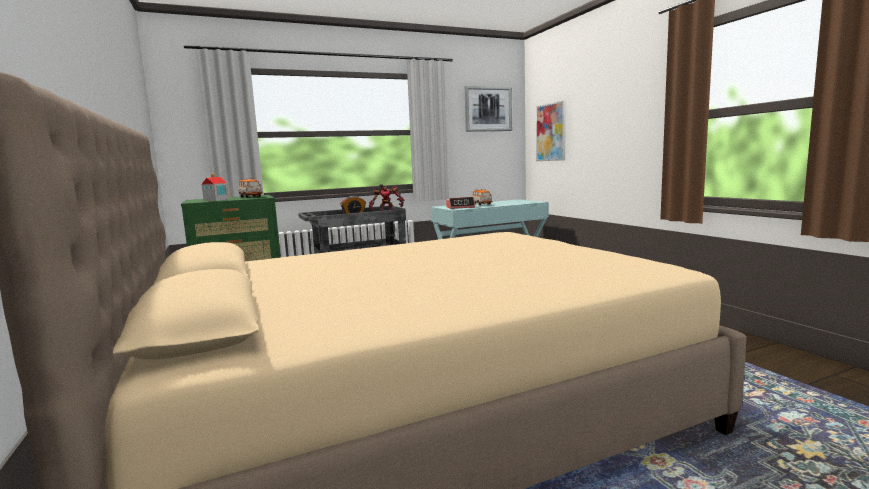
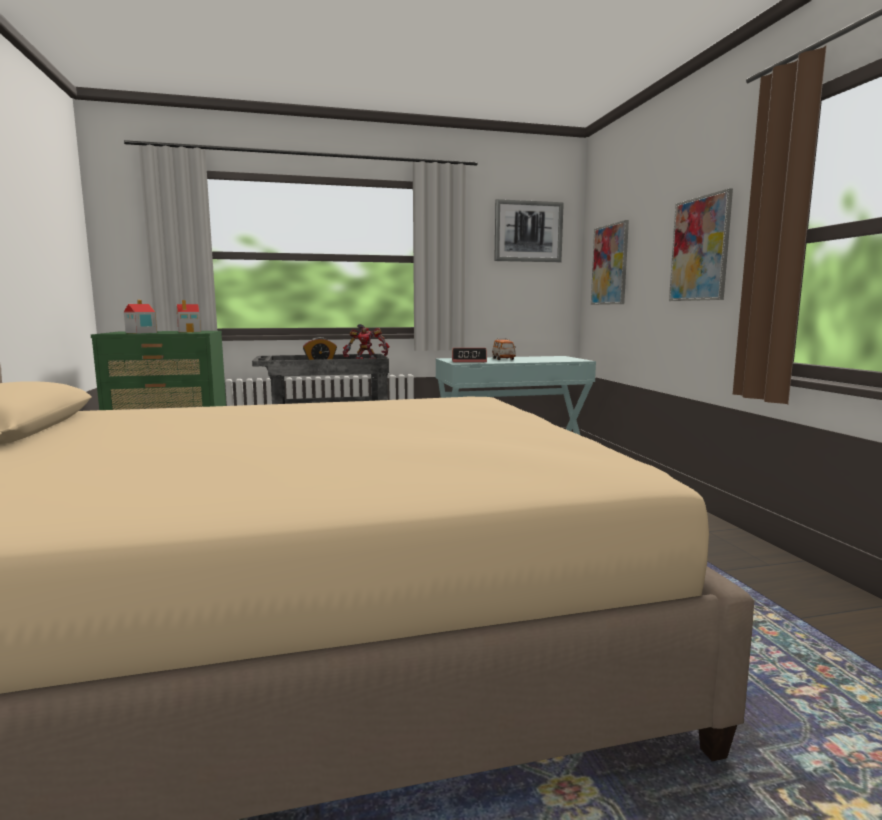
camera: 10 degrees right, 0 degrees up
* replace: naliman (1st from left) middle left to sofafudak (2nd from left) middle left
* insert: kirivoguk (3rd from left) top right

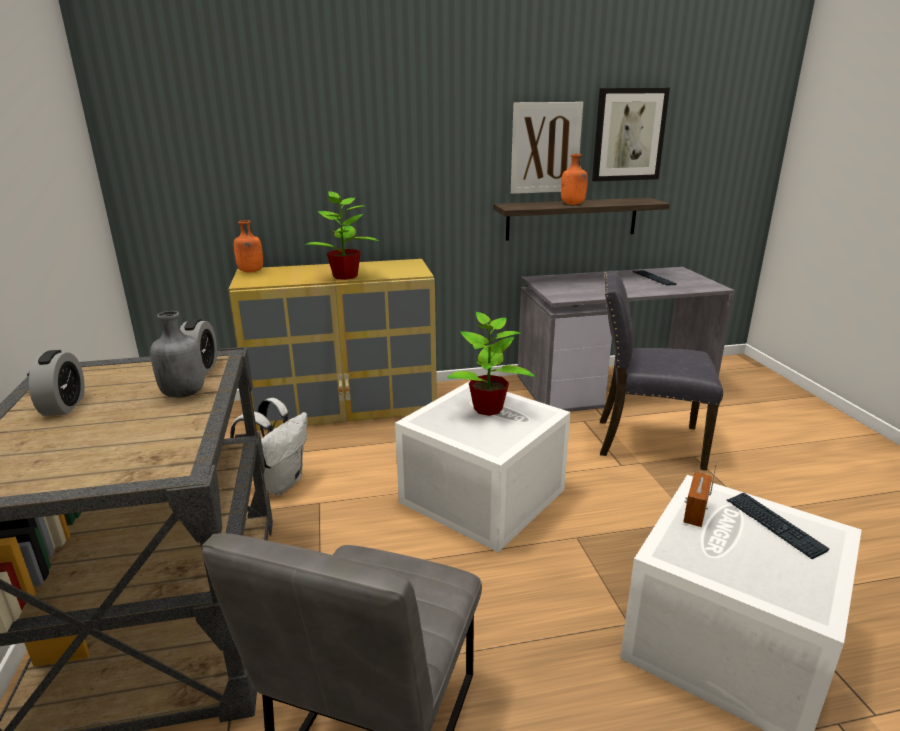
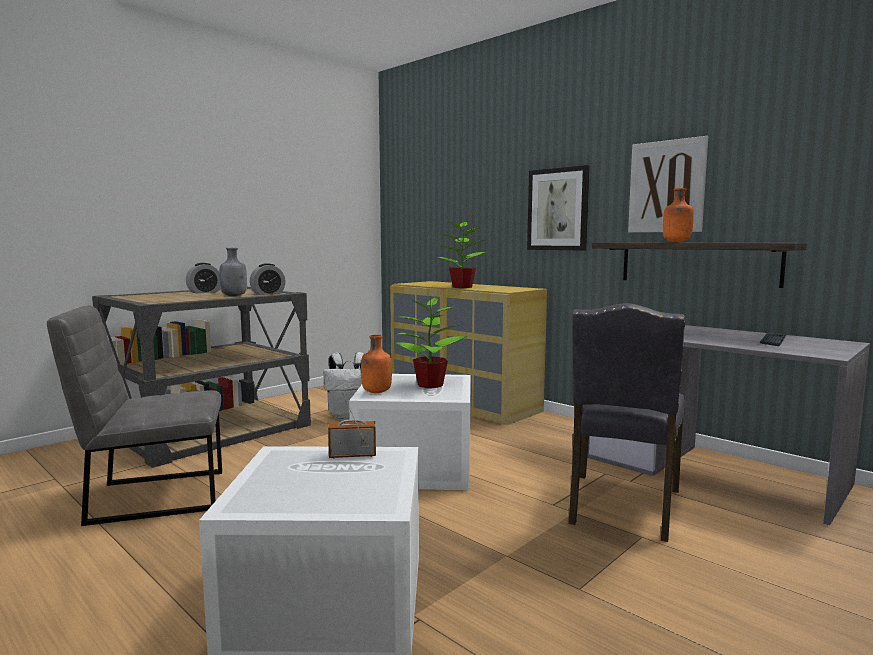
camera: 55 degrees right, 15 degrees down
* move: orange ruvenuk (1st from left) middle left to centre
* move: kirivoguk (2nd from left in the first image) top right to kirivoguk (1st from left) top centre
* rotate: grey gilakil (2nd from left) middle right = middle right 135 degrees counterclockwise
* delete: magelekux (2nd from left) bottom right

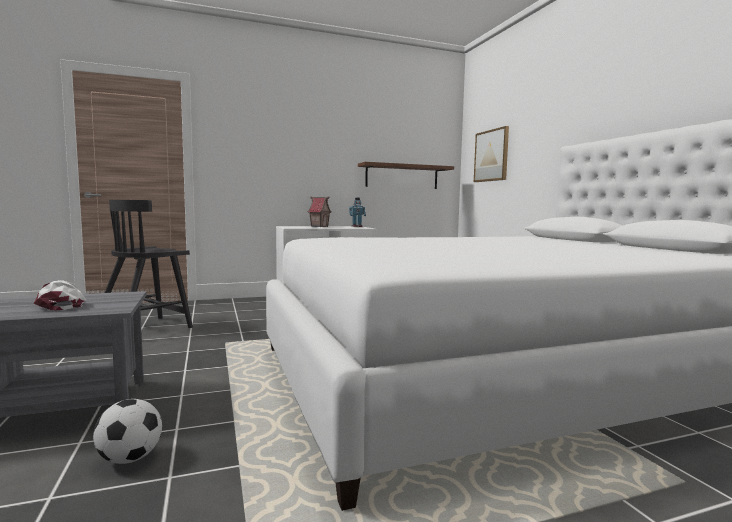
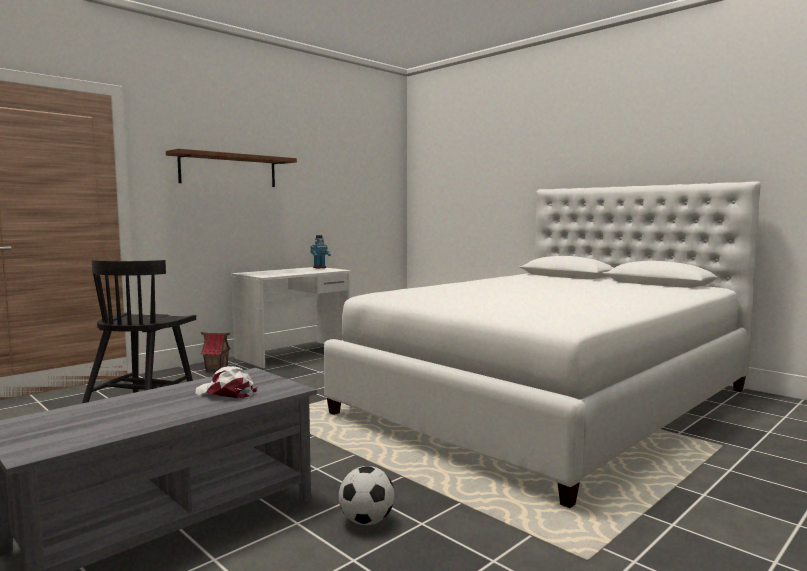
camera: 25 degrees left, 0 degrees up
* move: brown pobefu centre to top left
* move: sofafudak centre to middle left
* delete: kirivoguk top right

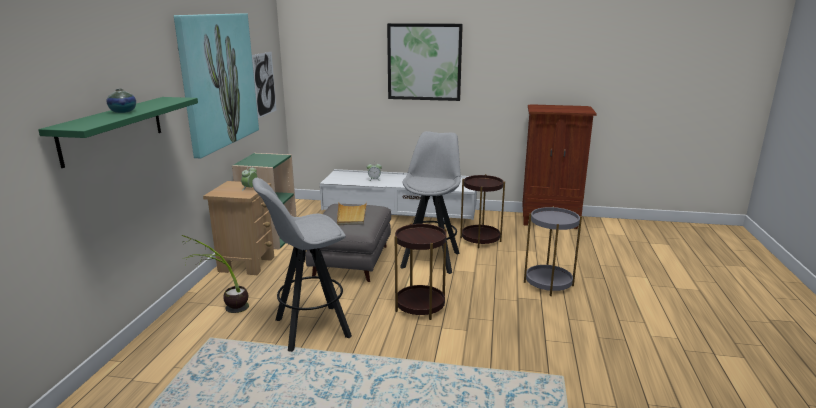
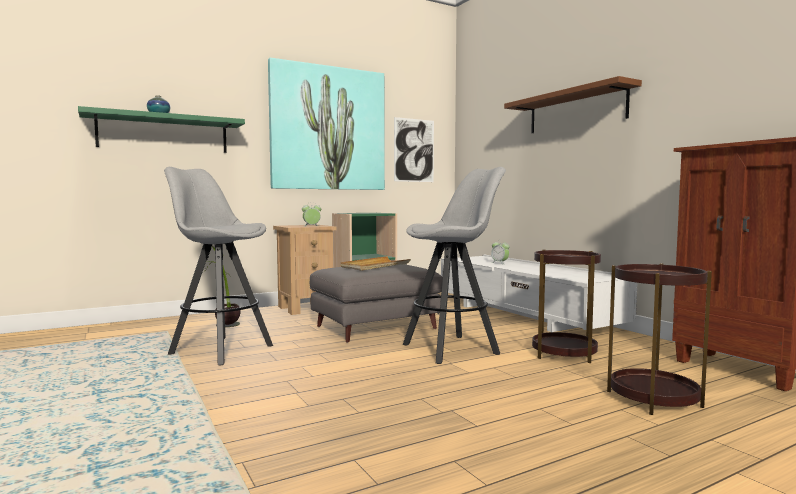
camera: 50 degrees right, 15 degrees down
* replace: kirivoguk (3rd from left) top centre to brown pobefu top right
* move: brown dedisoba (1st from left in the first image) centre to brown dedisoba (2nd from left) bottom right
* delete: grey dedisoba middle right

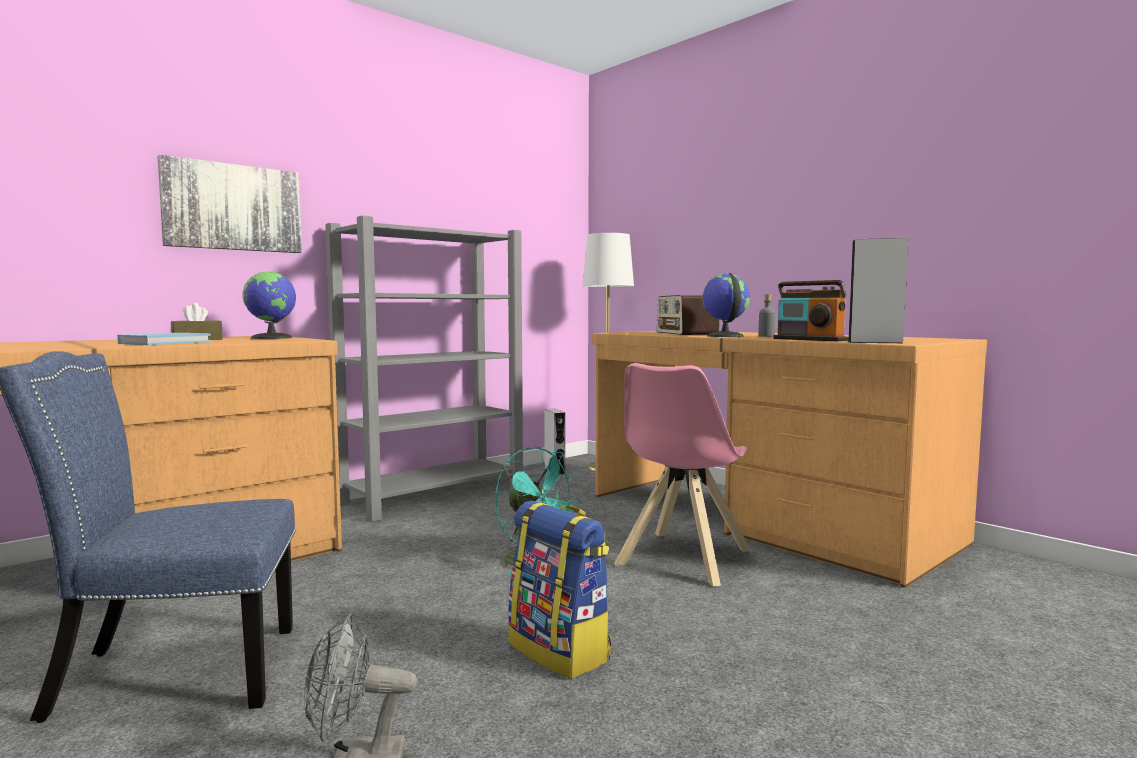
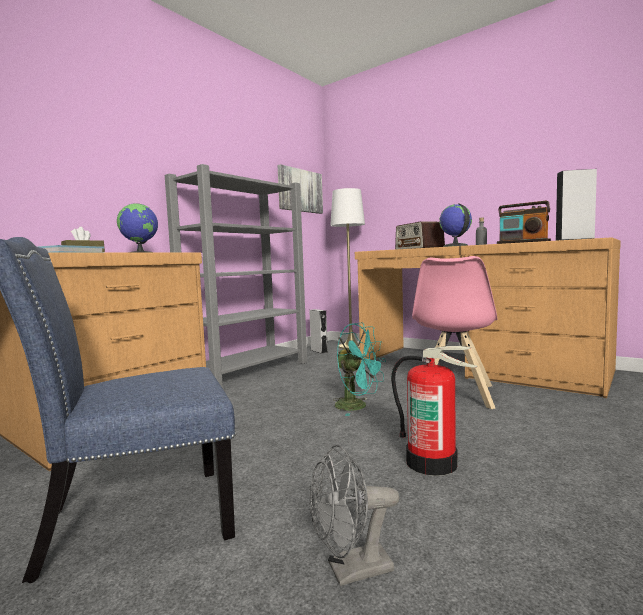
camera: 10 degrees left, 0 degrees up
* move: kirivoguk top left to top centre
* replace: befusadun bottom centre to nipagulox bottom right

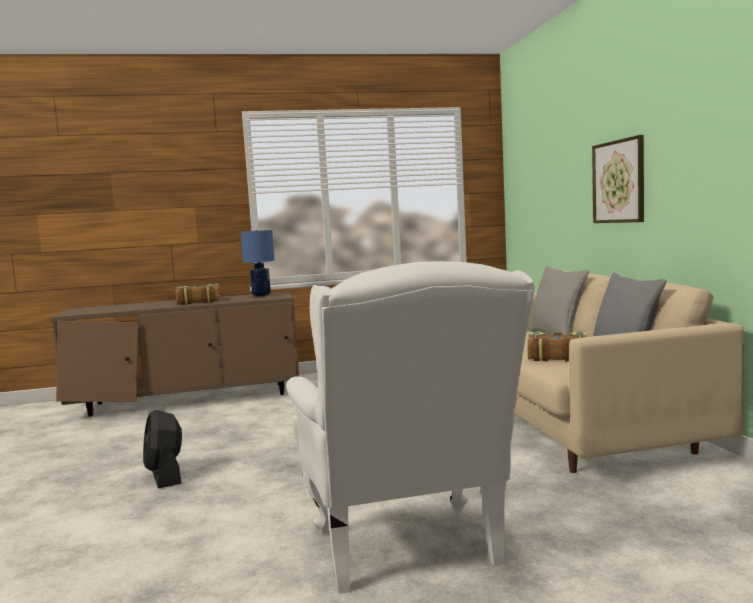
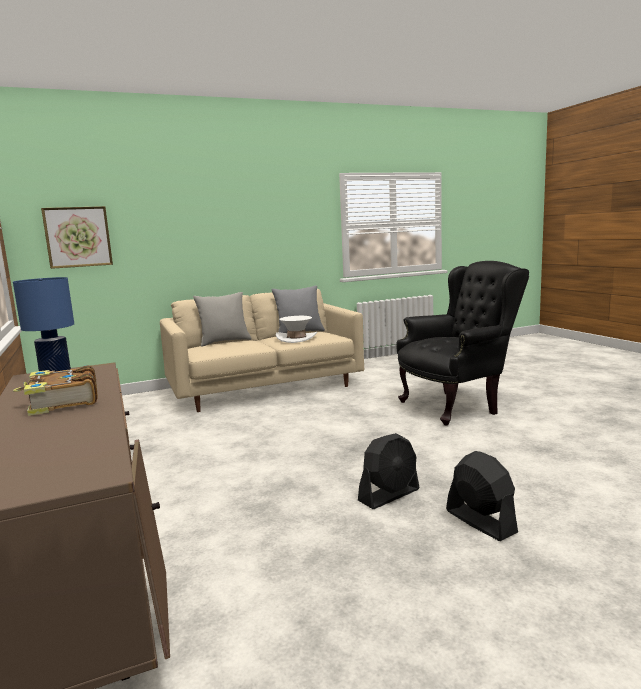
camera: 100 degrees left, 5 degrees up
* move: kirivoguk top right to middle left
* replace: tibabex (2nd from left) middle right to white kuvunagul centre
* recolor: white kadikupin bottom centre to black kadikupin middle right
* insert: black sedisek (2nd from left) bottom right

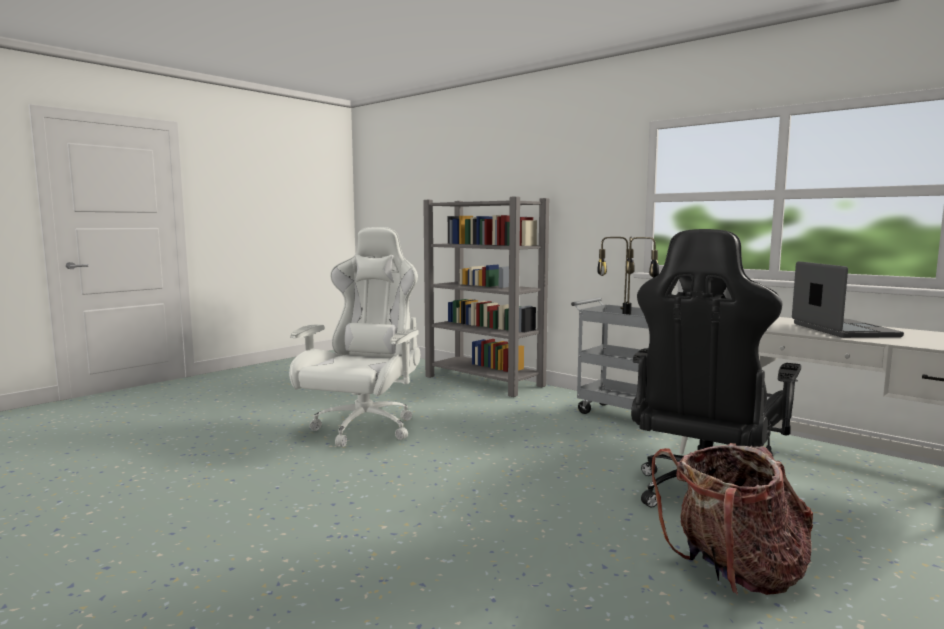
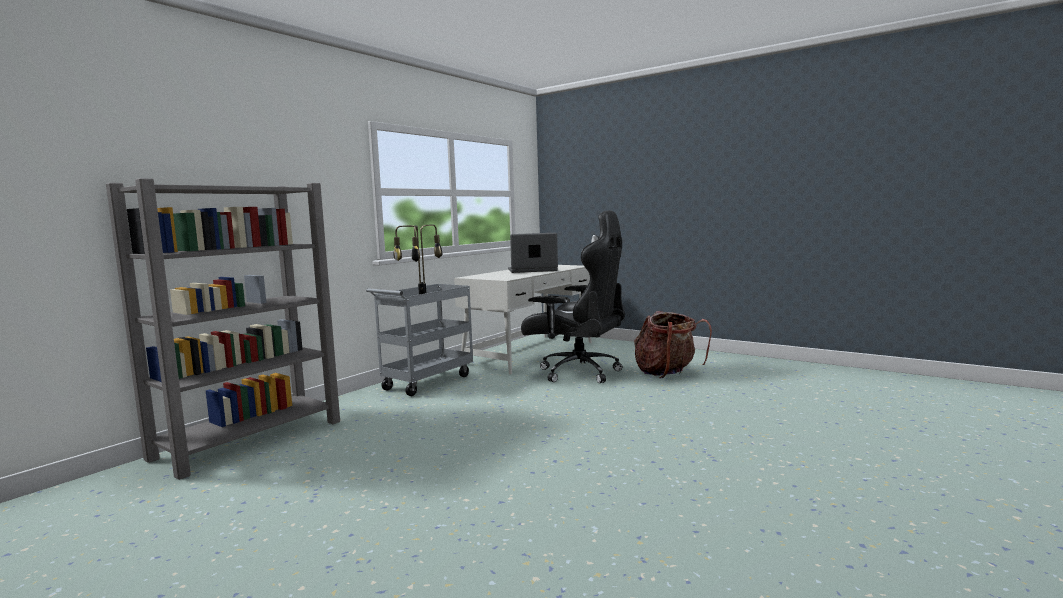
camera: 95 degrees left, 0 degrees up
* delete: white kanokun centre

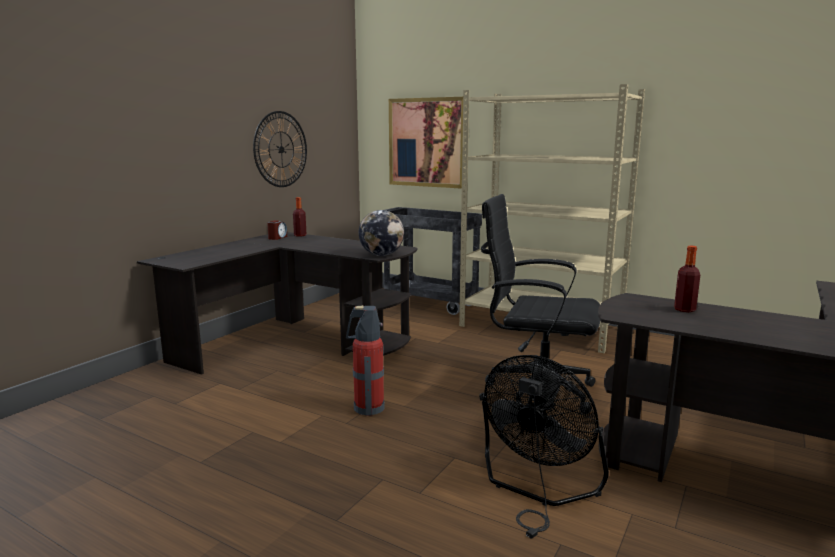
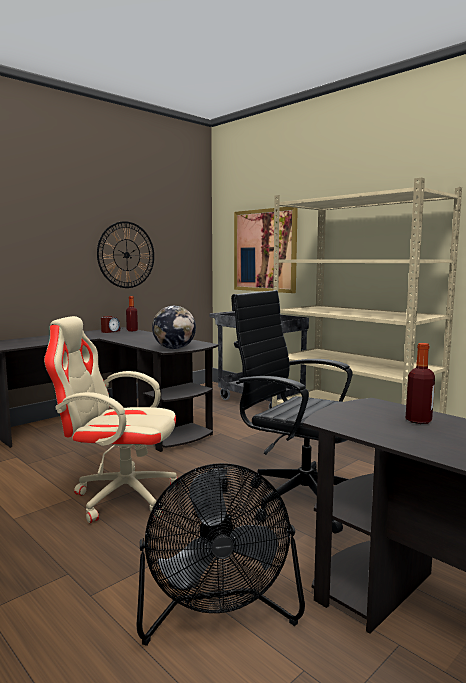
camera: 15 degrees right, 5 degrees down
* replace: nipagulox centre to beige kanokun middle left
* rotate: black sedisek bottom centre = bottom centre 120 degrees clockwise

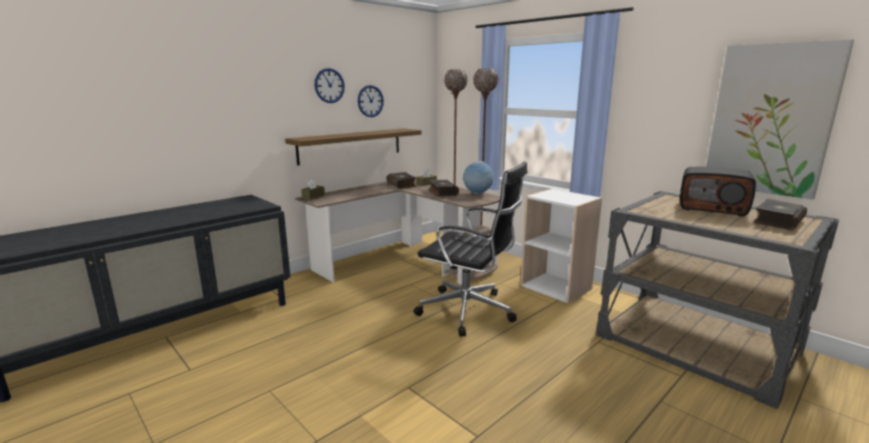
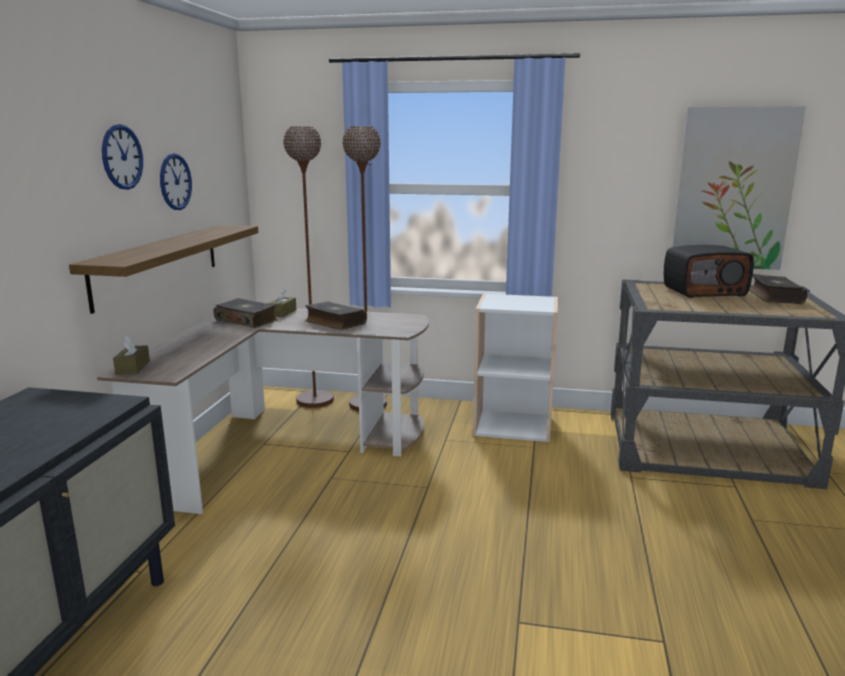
camera: 35 degrees left, 0 degrees up
* delete: black kanokun centre
* delete: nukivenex centre

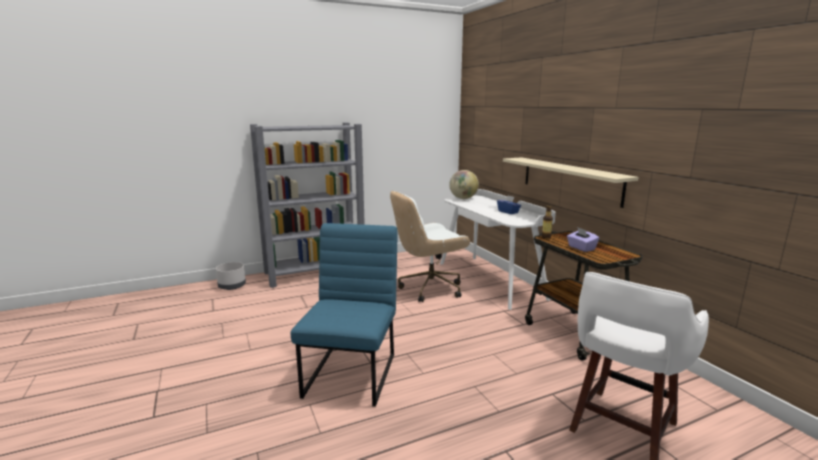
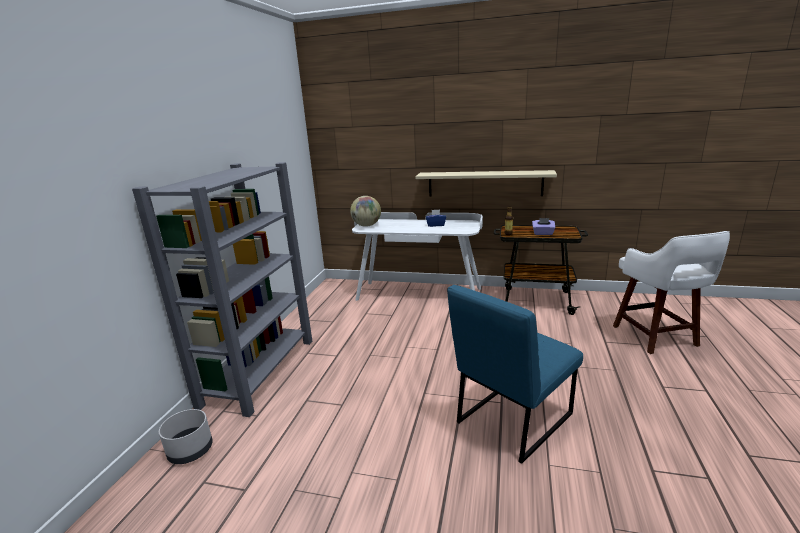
camera: 50 degrees left, 5 degrees up
* rotate: blue gilakil bottom centre = bottom centre 90 degrees counterclockwise
* delete: white kanokun centre

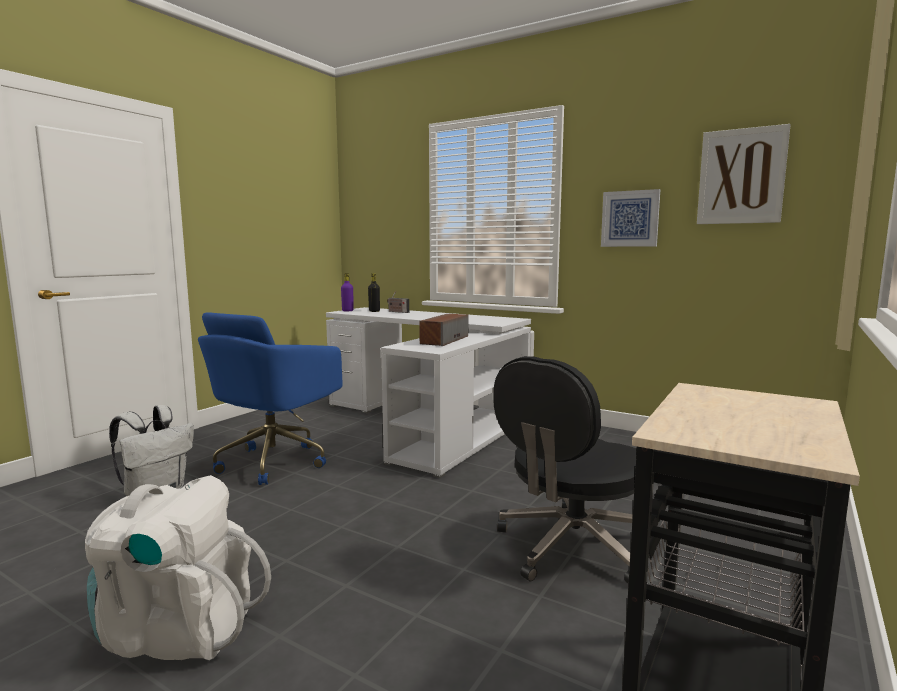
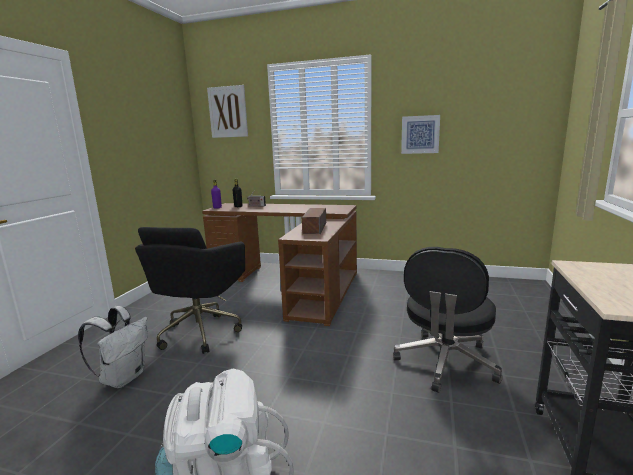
camera: 15 degrees left, 5 degrees up
* recolor: blue kanokun middle left to black kanokun (1st from left) middle left
* recolor: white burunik centre to brown burunik centre
* move: kirivoguk (2nd from left in the first image) top right to kirivoguk (1st from left) top centre

